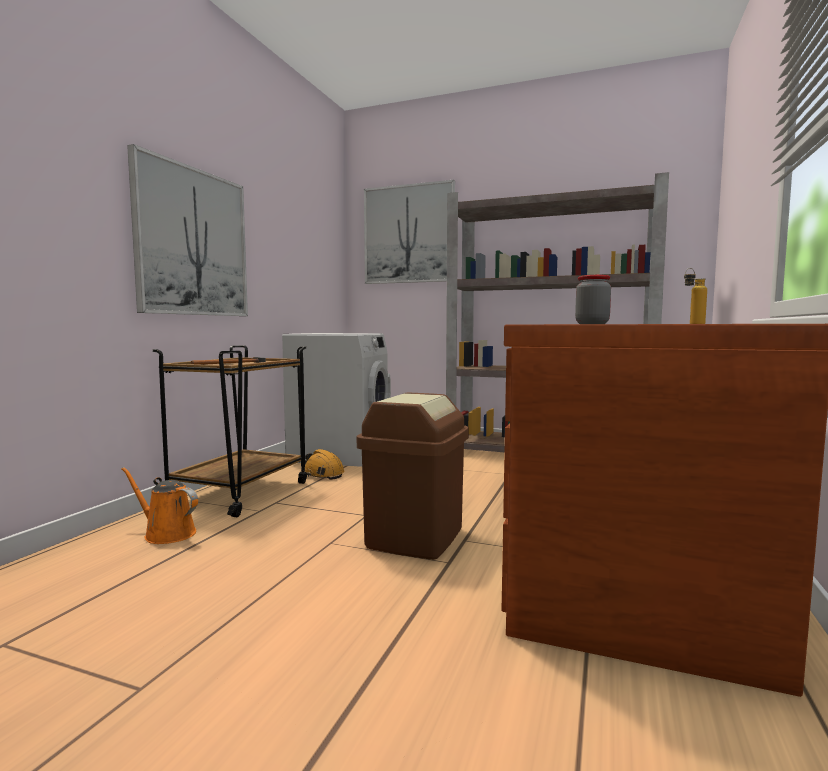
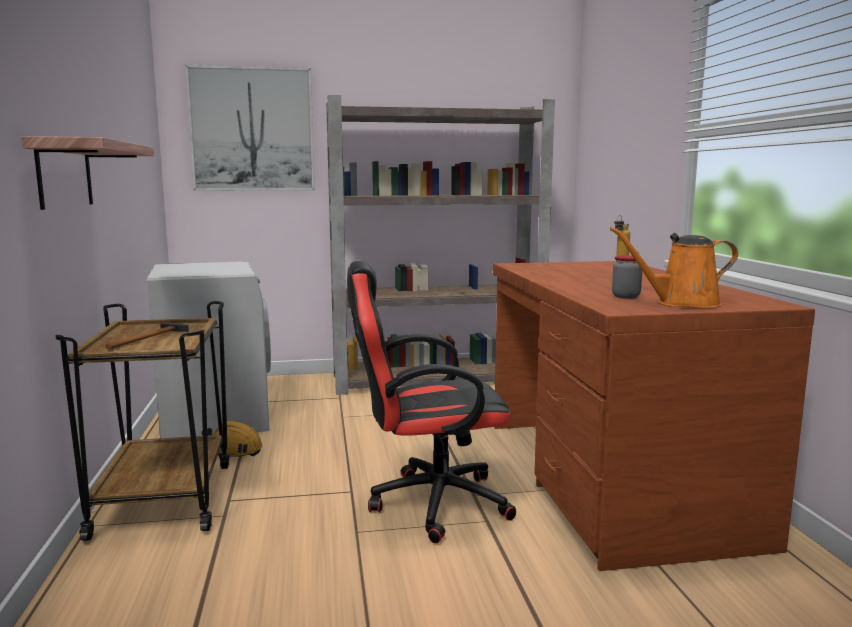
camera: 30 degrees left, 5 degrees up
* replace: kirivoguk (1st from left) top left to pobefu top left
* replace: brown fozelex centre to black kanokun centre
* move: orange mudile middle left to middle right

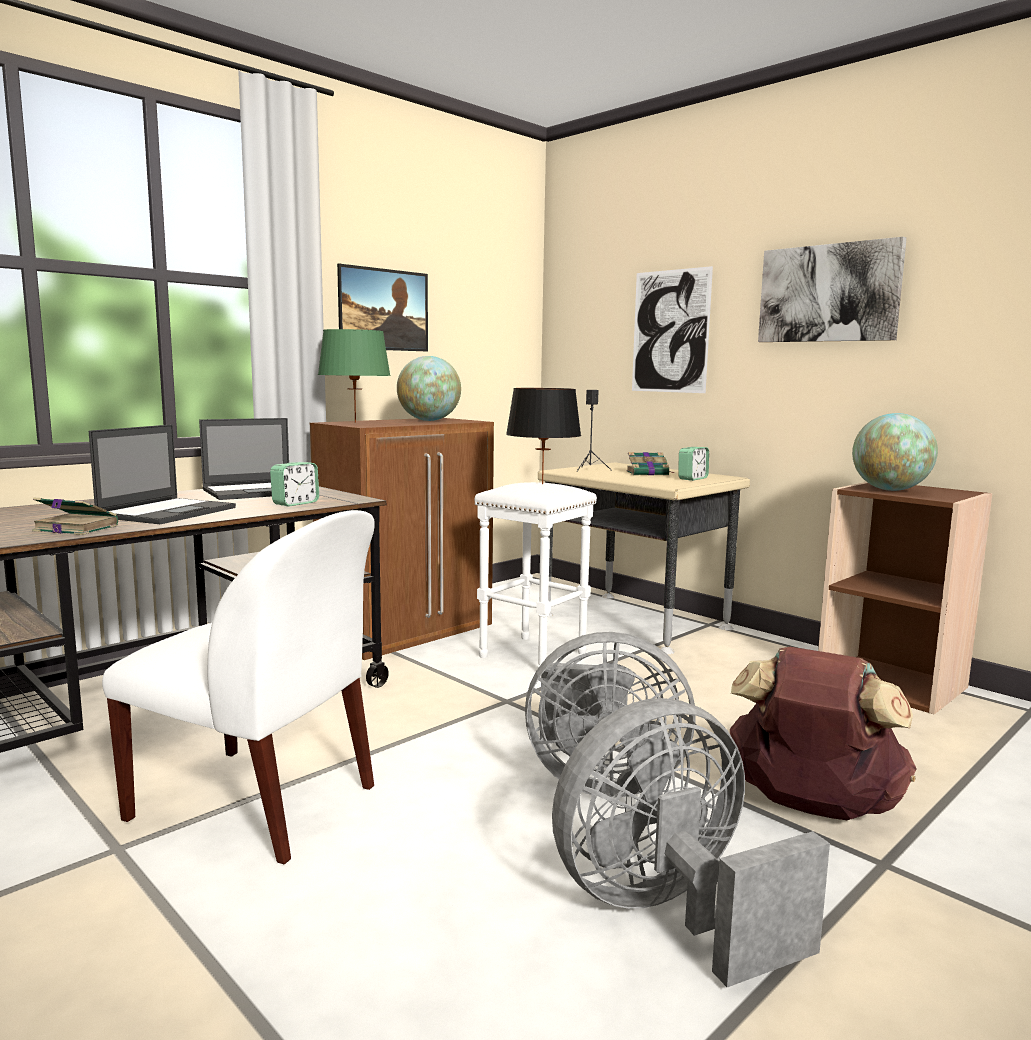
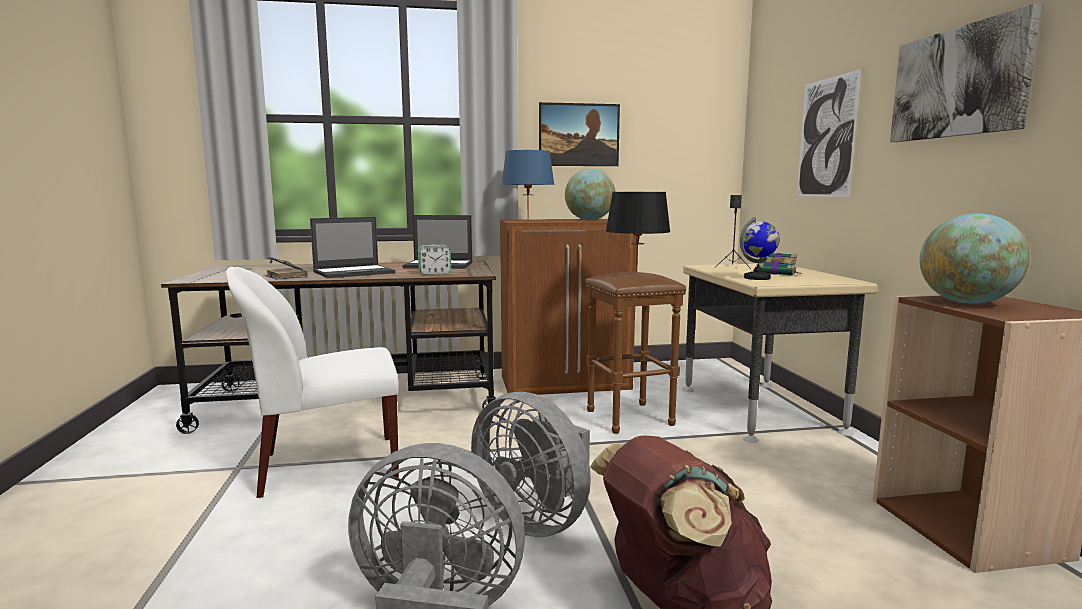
camera: 35 degrees right, 0 degrees up
* rotate: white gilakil middle left = middle left 105 degrees clockwise
* recolor: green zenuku centre to blue zenuku top centre
* recolor: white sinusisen centre to brown sinusisen centre
* insert: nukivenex (2nd from left) middle right
* delete: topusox (2nd from left) middle right

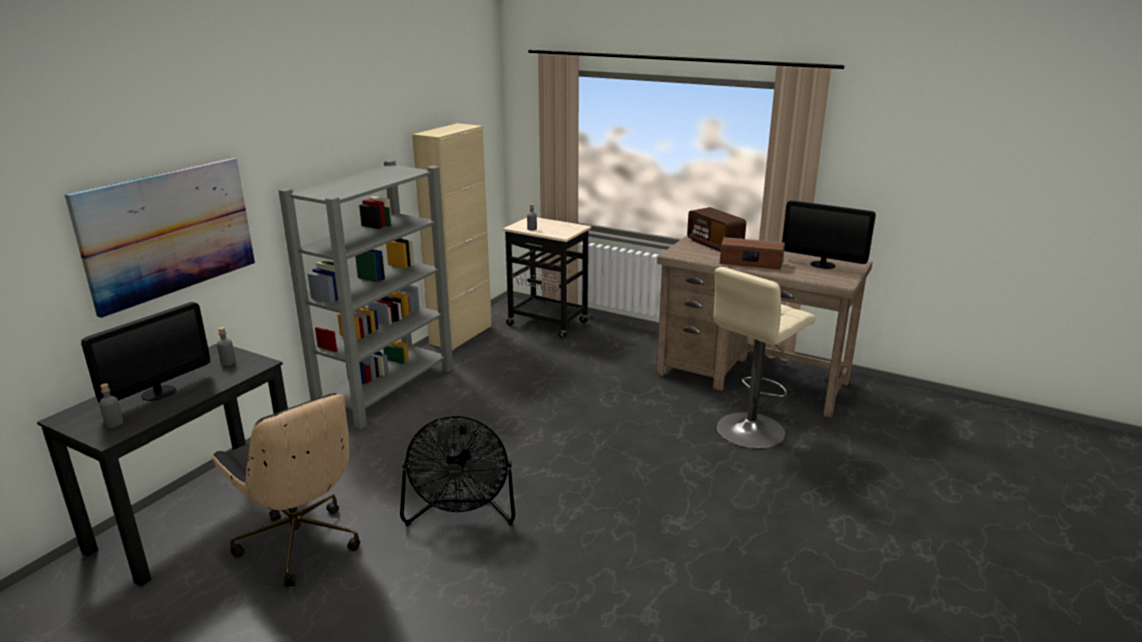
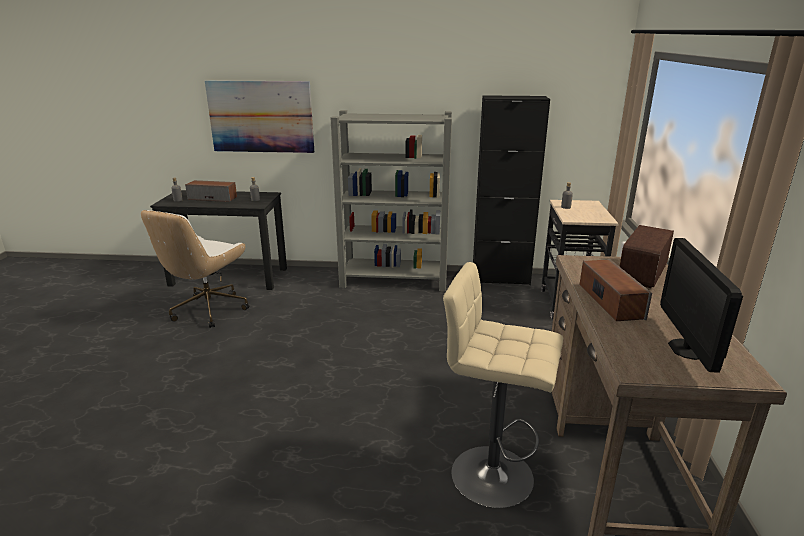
camera: 65 degrees right, 0 degrees up
* recolor: black kanokun bottom left to white kanokun middle left
* replace: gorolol (1st from left) middle left to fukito (1st from left) middle left
* recolor: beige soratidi centre to black soratidi centre
* delete: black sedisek bottom centre

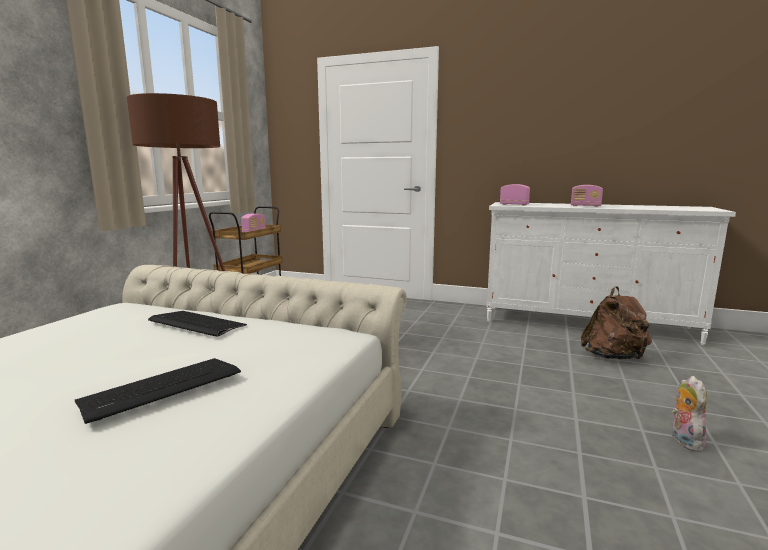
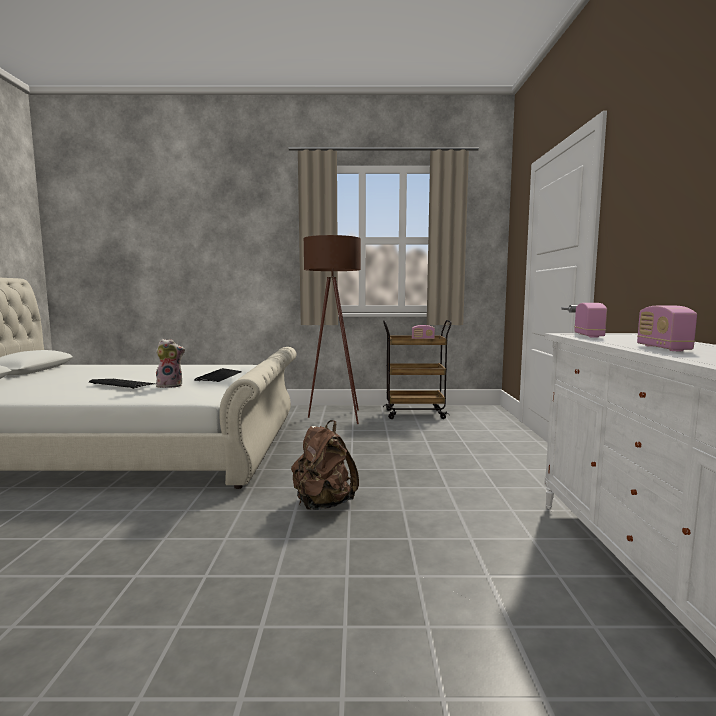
camera: 70 degrees right, 5 degrees down
* move: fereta bottom right to middle left
* move: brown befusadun middle right to centre

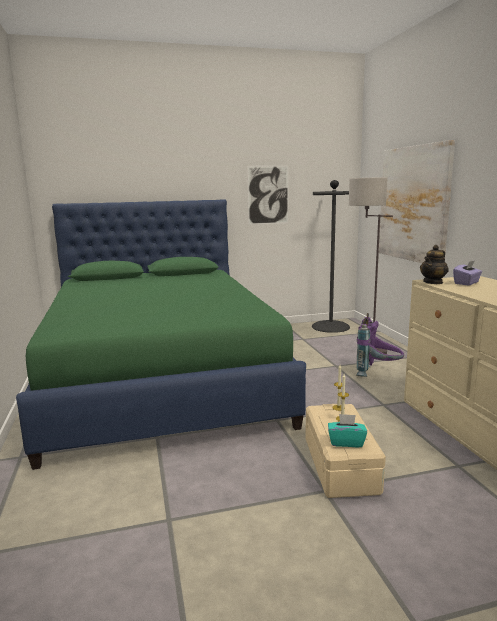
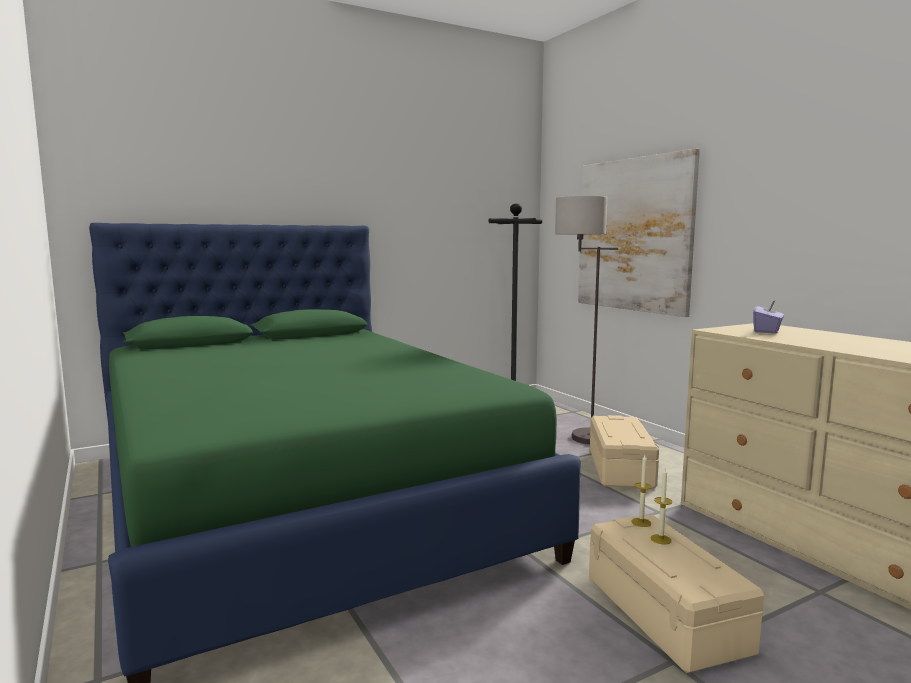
camera: 15 degrees left, 5 degrees down
* replace: purple befusadun middle right to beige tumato (1st from left) middle right
* delete: kirivoguk (1st from left) top centre
* delete: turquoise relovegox bottom right
* delete: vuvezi middle right

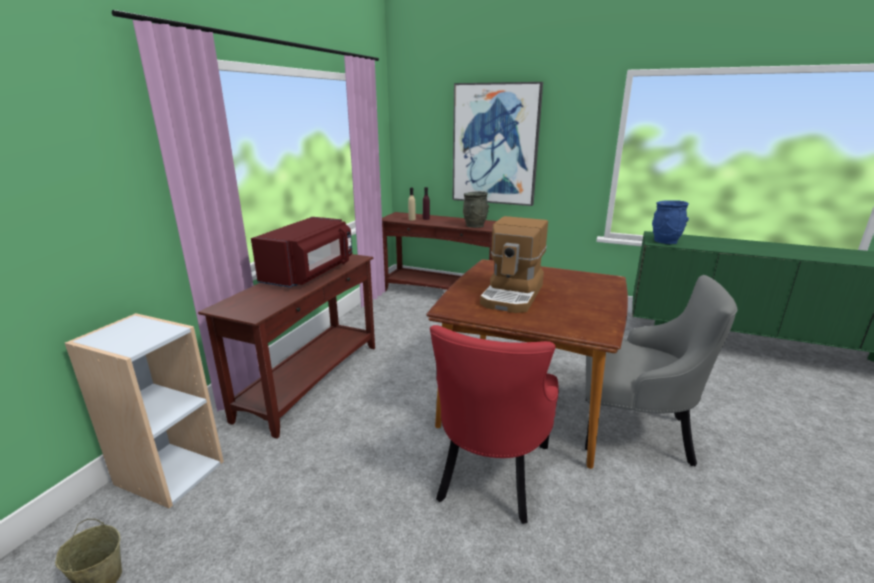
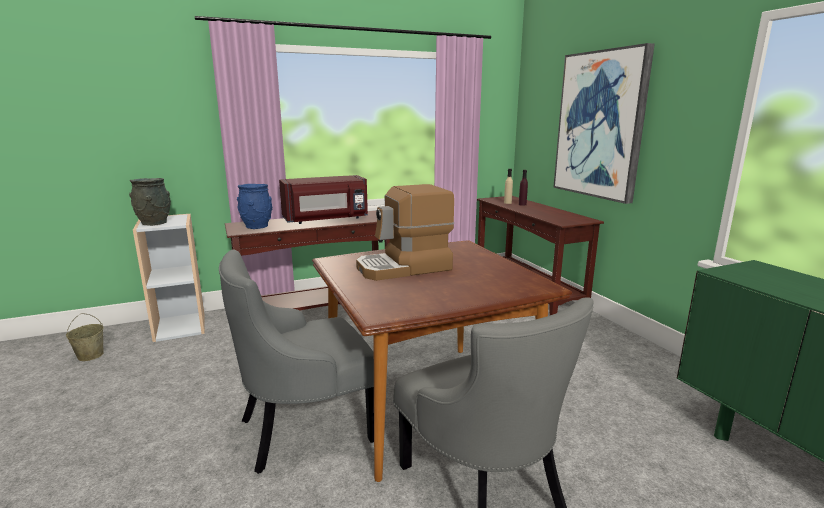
camera: 45 degrees right, 5 degrees down
* move: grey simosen centre to middle left
* recolor: red gilakil bottom centre to grey gilakil (1st from left) bottom centre
* move: blue simosen middle right to middle left

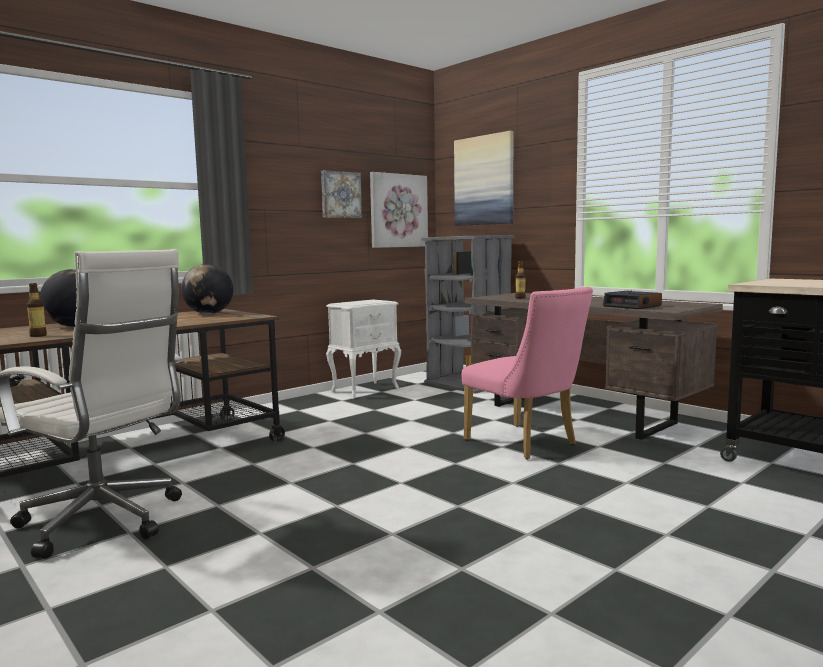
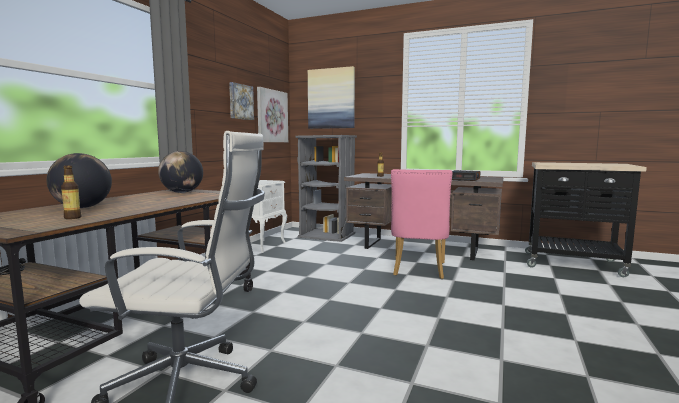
camera: 25 degrees left, 0 degrees up
* rotate: pink gilakil centre = centre 75 degrees clockwise

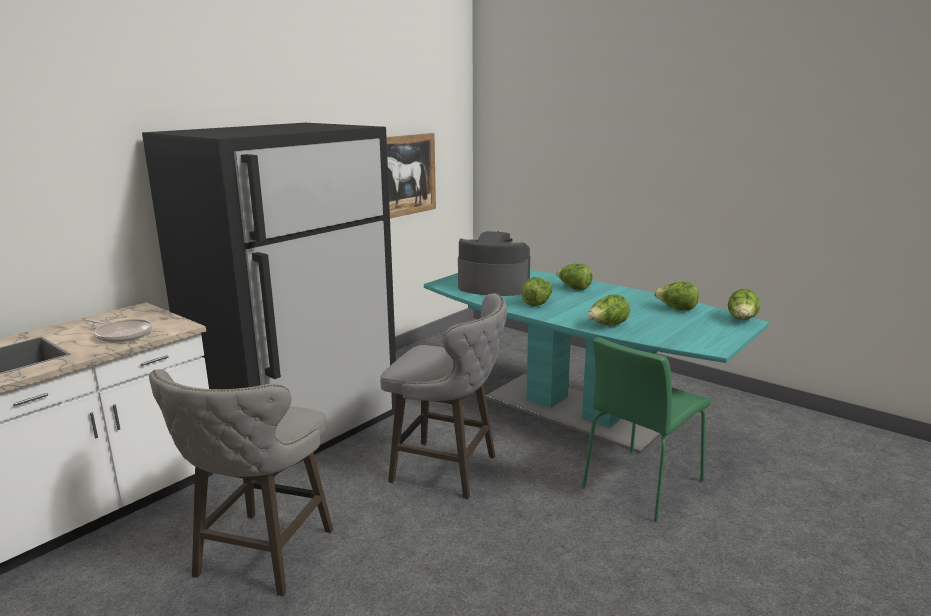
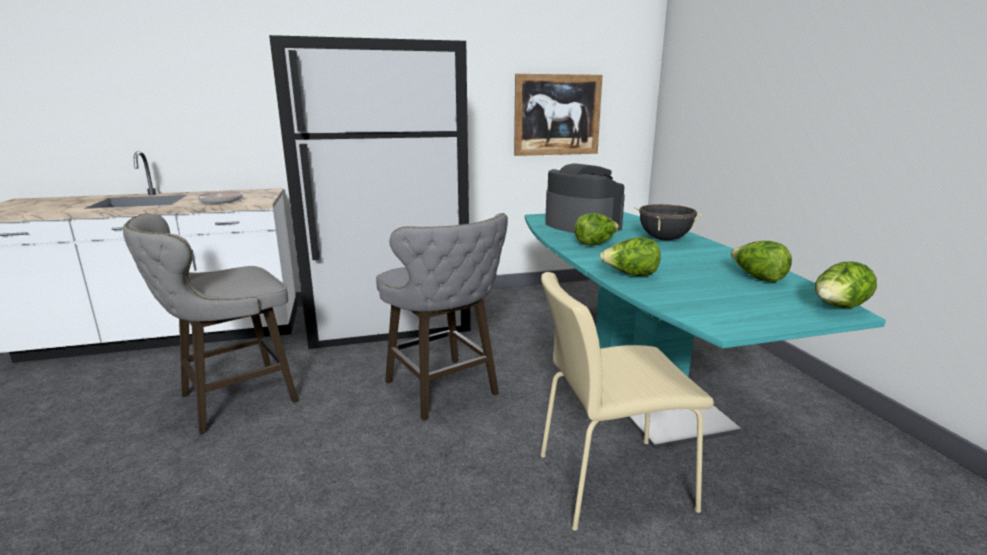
camera: 35 degrees right, 0 degrees up
* recolor: green gilakil bottom right to beige gilakil bottom centre
* replace: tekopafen (2nd from left) centre to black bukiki middle right

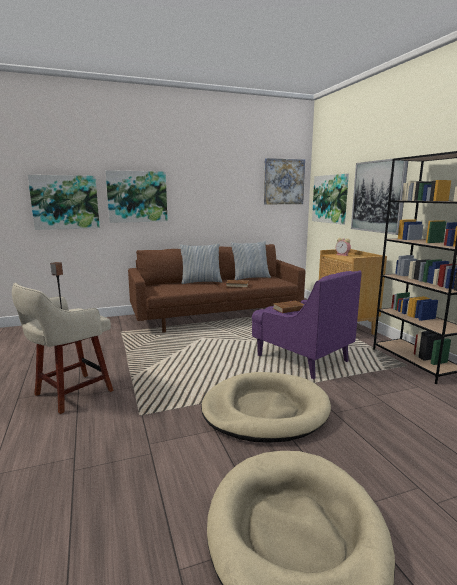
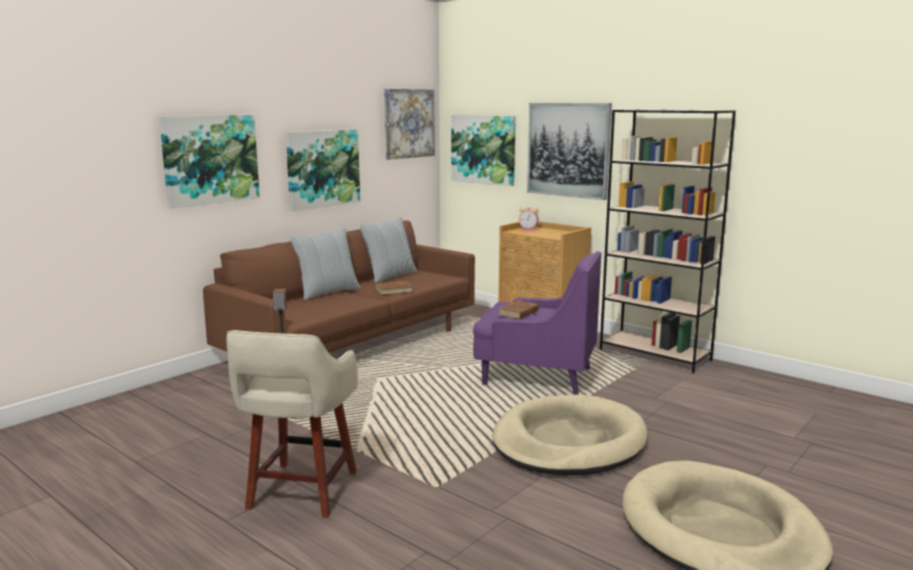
camera: 30 degrees left, 0 degrees up
* move: kirivoguk (1st from left in the first image) middle left to kirivoguk (2nd from left) top centre

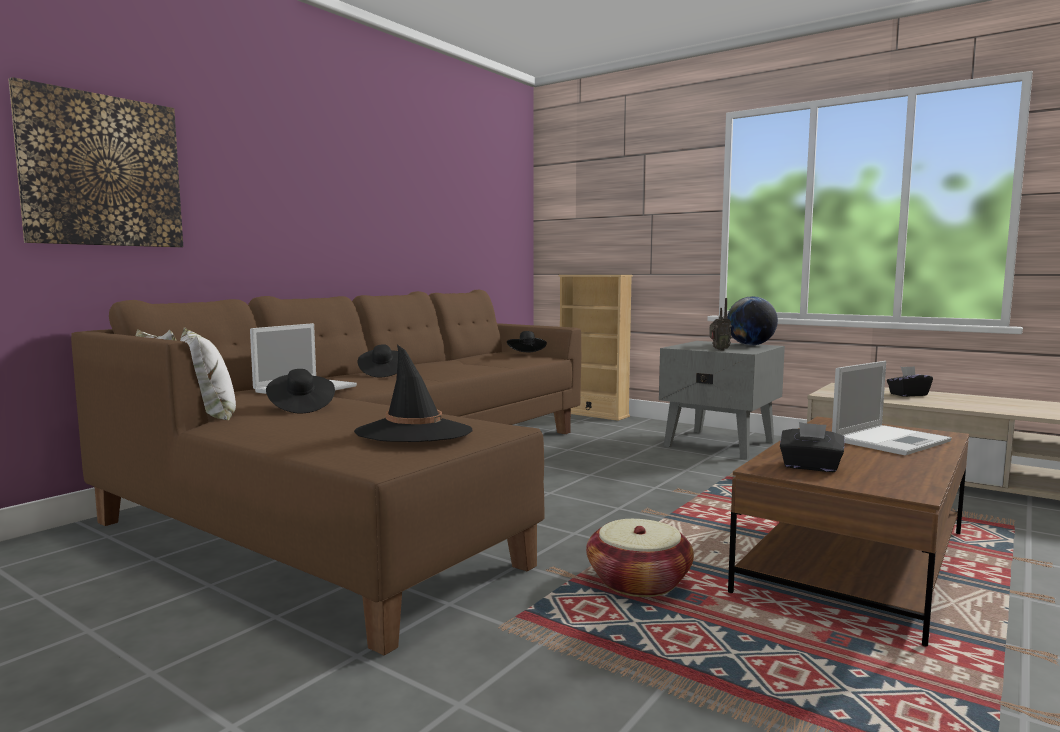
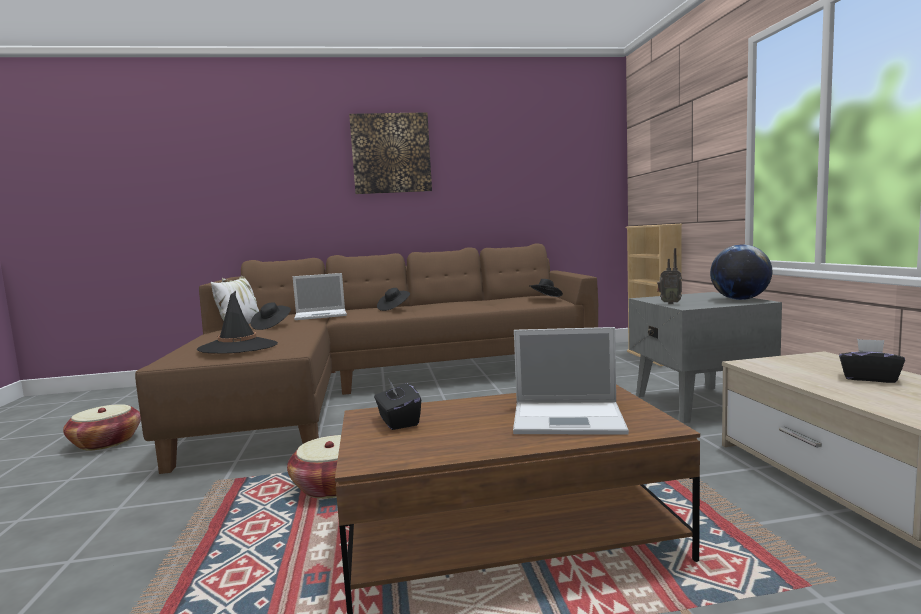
camera: 45 degrees right, 0 degrees up
* insert: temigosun (1st from left) bottom left
* move: kirivoguk top left to top centre

